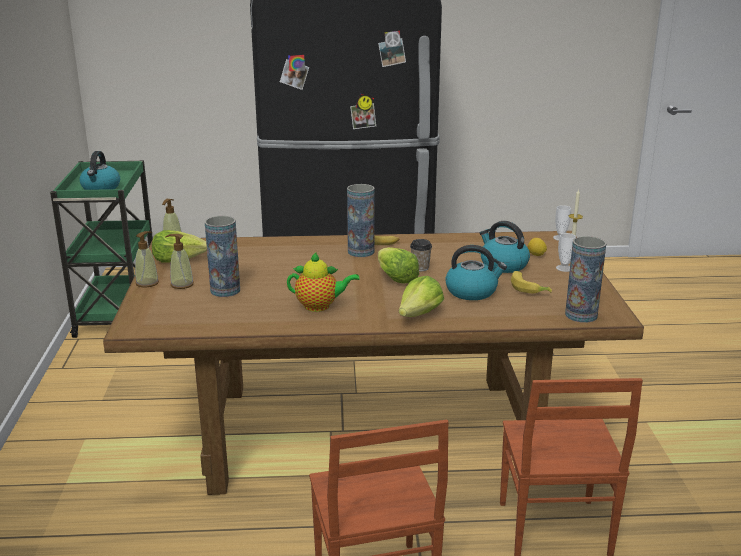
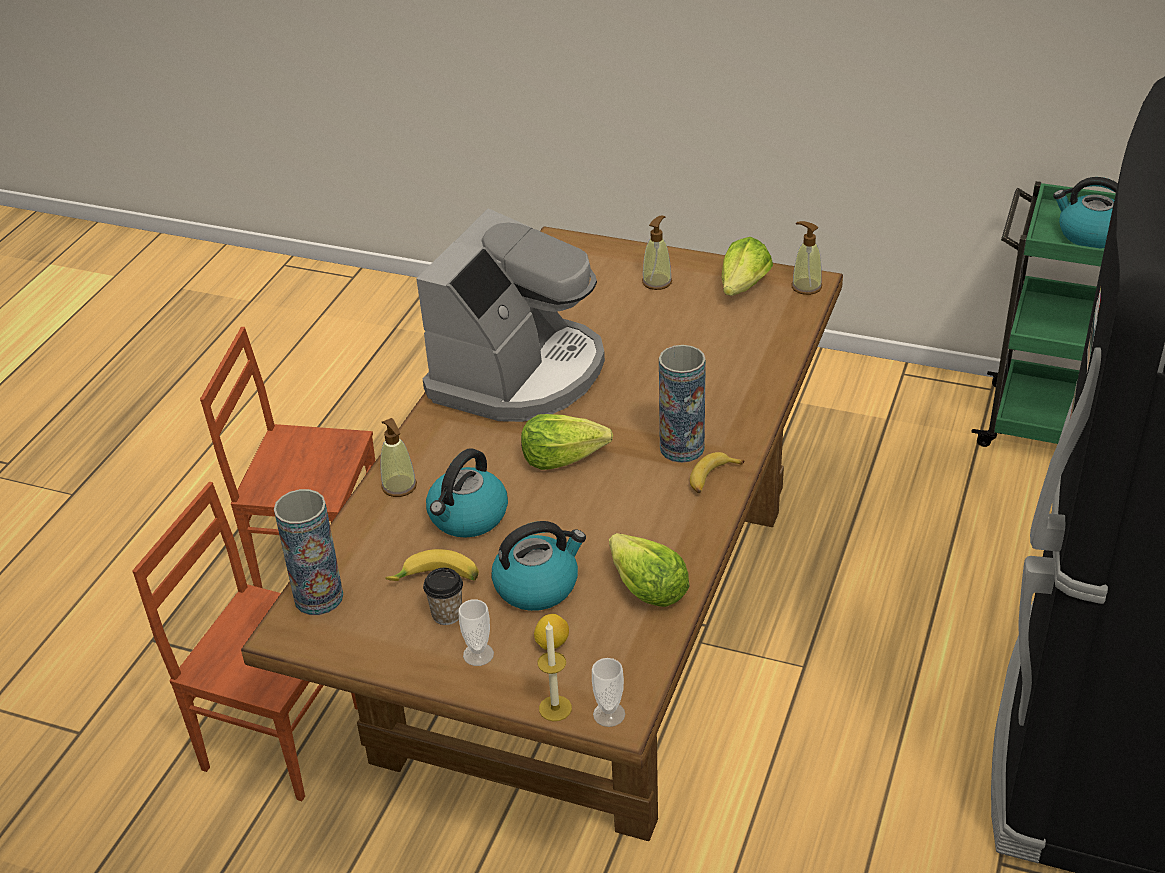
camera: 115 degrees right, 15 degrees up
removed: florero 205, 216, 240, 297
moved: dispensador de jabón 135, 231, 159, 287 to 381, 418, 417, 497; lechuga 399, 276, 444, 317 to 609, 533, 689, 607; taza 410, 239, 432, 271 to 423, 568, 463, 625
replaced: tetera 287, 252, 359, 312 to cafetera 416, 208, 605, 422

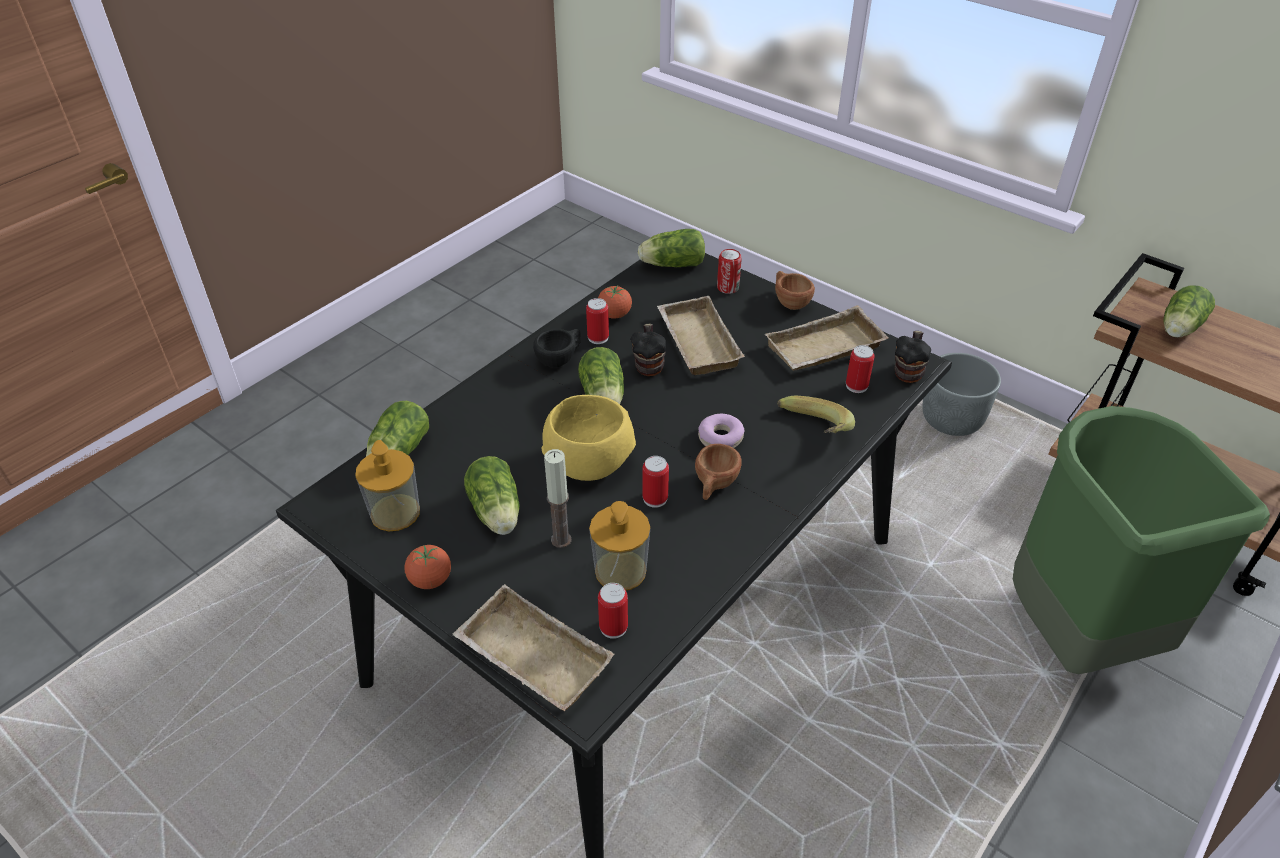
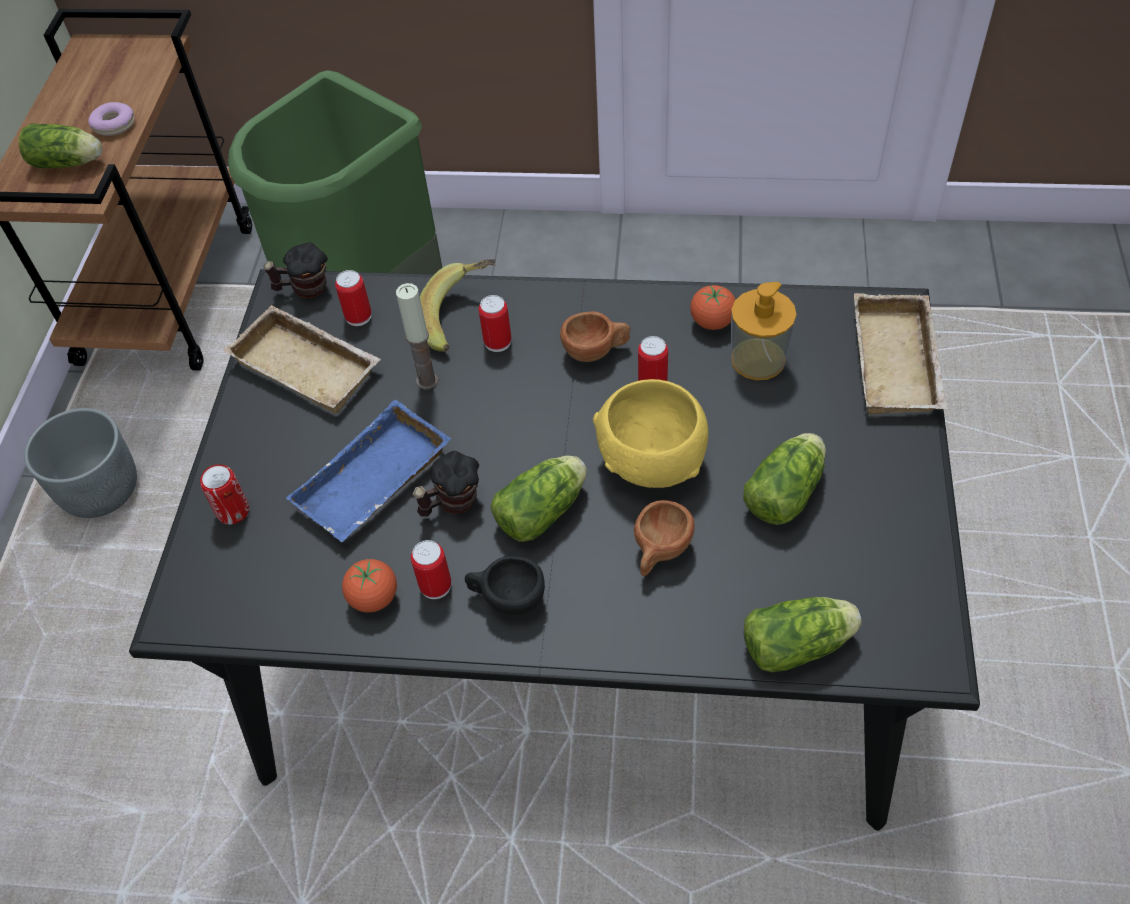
camera: 120 degrees left, 10 degrees up
removed: dispensador de jabón 355, 440, 420, 531; lechuga 638, 229, 705, 267
moved: tomate 404, 545, 451, 589 to 690, 285, 735, 330; vela 544, 449, 572, 548 to 396, 283, 438, 390; lata 598, 583, 628, 639 to 479, 295, 511, 352; rosquilla 698, 414, 745, 448 to 88, 102, 135, 136; taza [marrón] 775, 271, 815, 310 to 634, 500, 695, 576
recoloured: bandeja [beis] 657, 296, 745, 375 to bandeja [azul] 286, 400, 451, 542

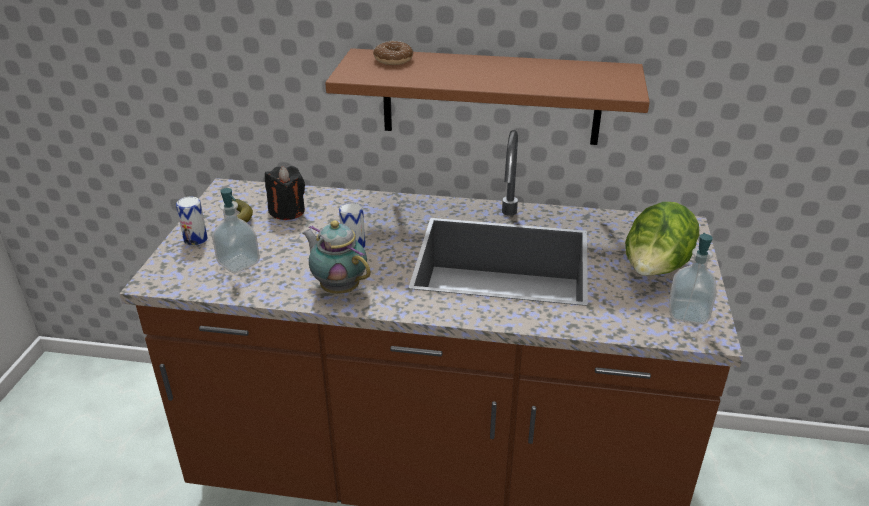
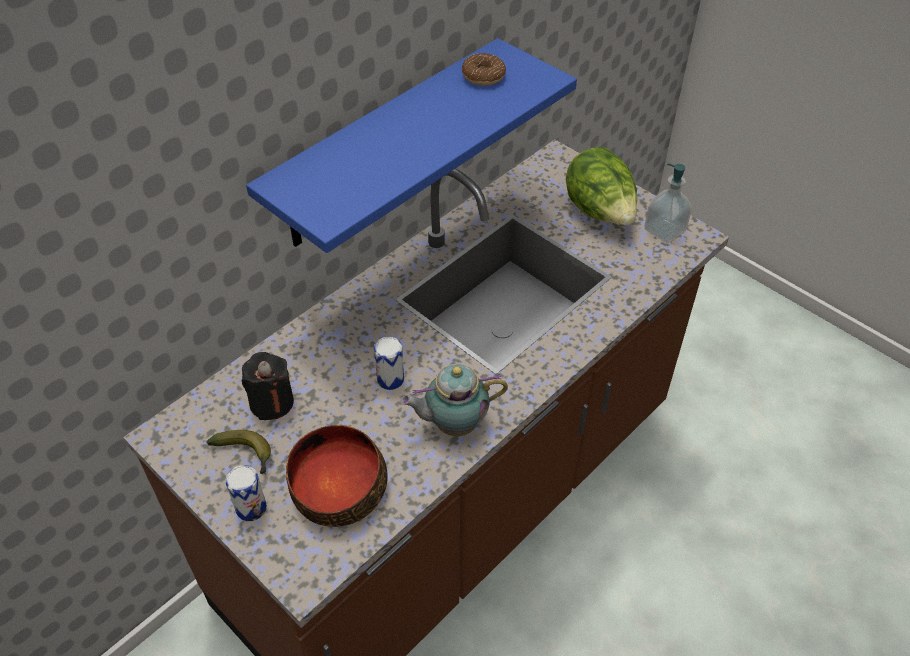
camera: 55 degrees left, 15 degrees up
moved: rosquilla 373, 41, 413, 65 to 462, 53, 506, 86
replaced: dispensador de jabón 212, 188, 260, 274 to cuenco 286, 425, 388, 527
recoloured: estante [marrón] 325, 48, 650, 145 to estante [azul] 246, 38, 577, 253

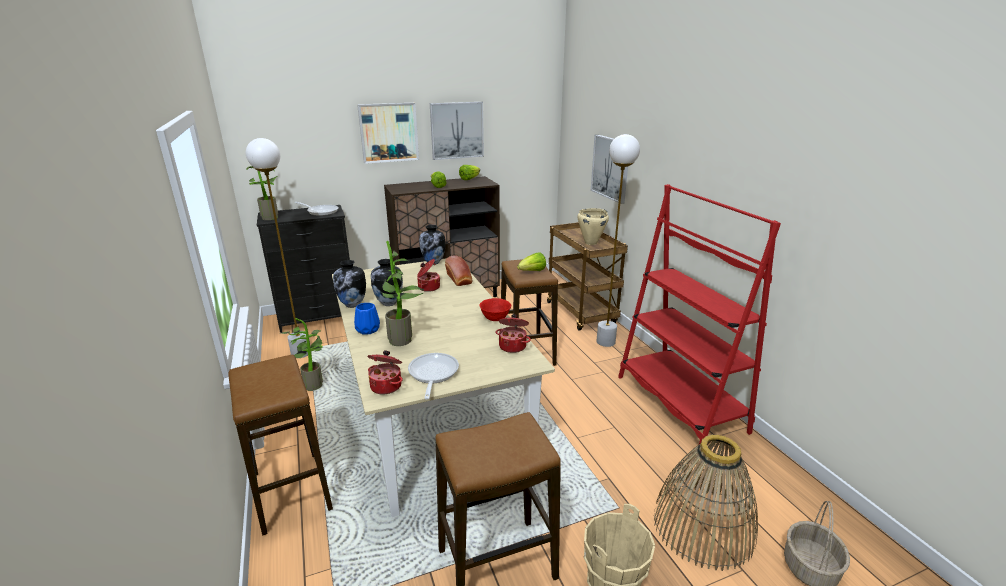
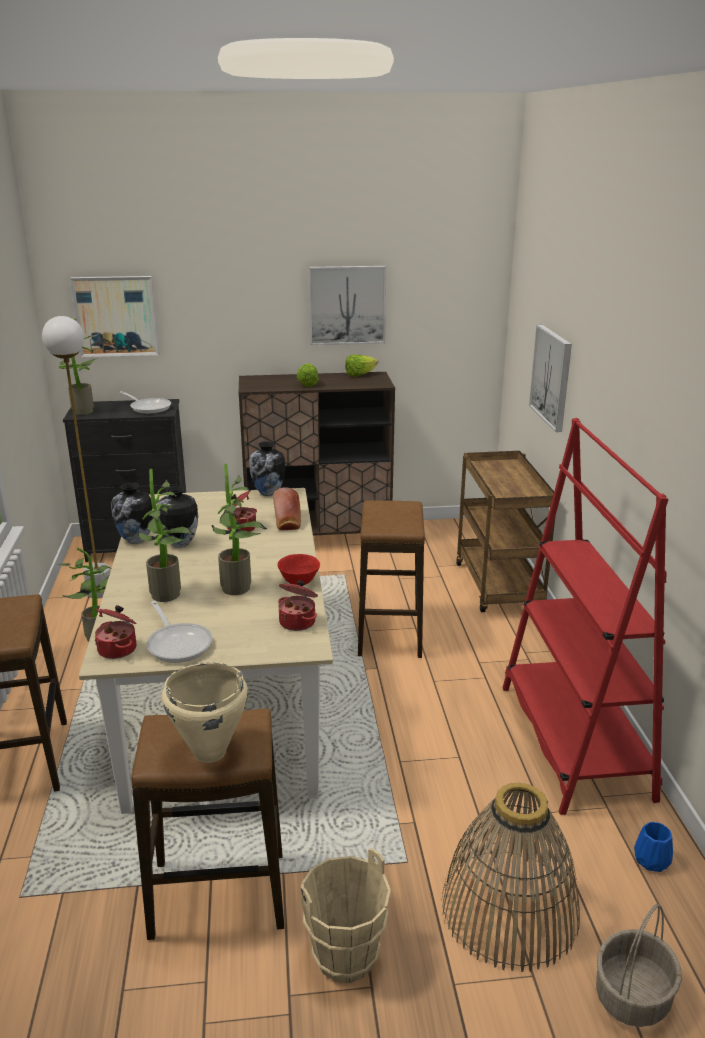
camera: 15 degrees right, 0 degrees up
removed: lechuga 517, 253, 546, 271; lámpara de pie [blanco] 597, 134, 640, 347
added: planta en maceta 212, 464, 267, 595
moved: florero [azul] 354, 303, 380, 335 to 634, 822, 673, 872; cuadro 357, 103, 419, 164 to 70, 276, 160, 357; olla [beis] 578, 208, 609, 245 to 162, 663, 248, 763
turned: sartén 408, 353, 459, 399 = 147, 601, 213, 663 135 degrees clockwise

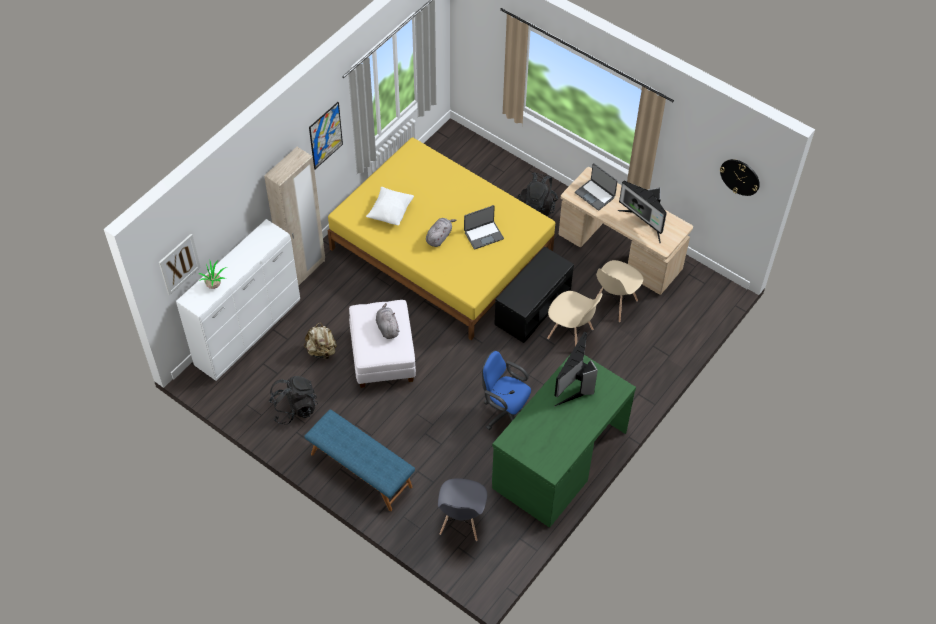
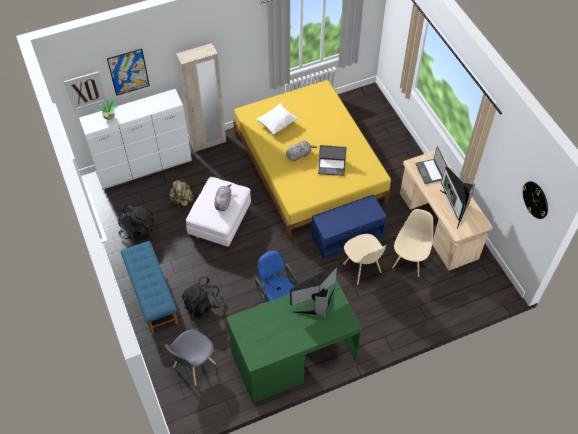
camera: 30 degrees right, 0 degrees up
moved: cuadro 309, 102, 343, 169 to 107, 49, 150, 96; mochila [negro] 518, 172, 558, 216 to 182, 276, 224, 318
recoloured: banco [negro] 494, 247, 574, 343 to banco [azul] 312, 195, 387, 259
turned: silla [beis] 595, 260, 643, 323 = 392, 209, 433, 277 135 degrees clockwise

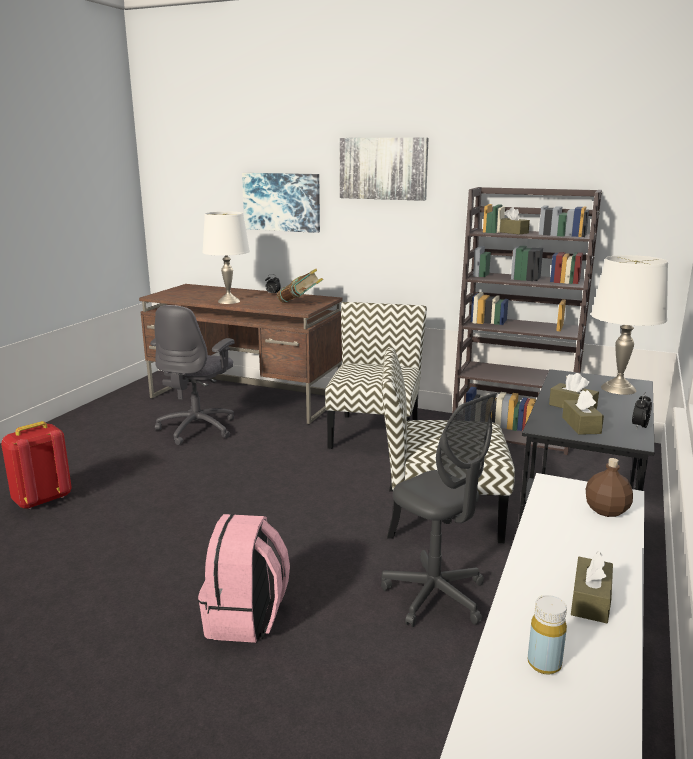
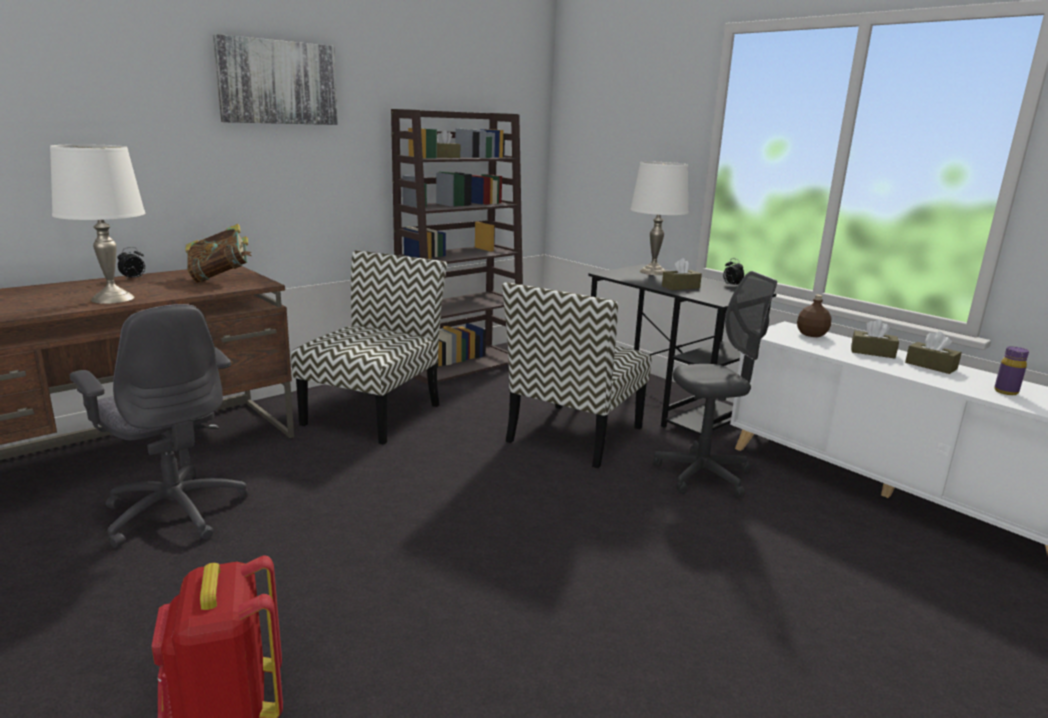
camera: 65 degrees left, 0 degrees up
removed: mochila [rosa] 198, 514, 290, 643; cuadro 242, 173, 320, 233
moved: caja de pañuelos [marrón] 562, 390, 604, 435 to 851, 319, 899, 358
recoloured: botella [amarillo] 528, 595, 567, 675 to botella [morado] 994, 346, 1029, 395
turned: silla 325, 302, 427, 449 = 291, 251, 447, 445 75 degrees clockwise

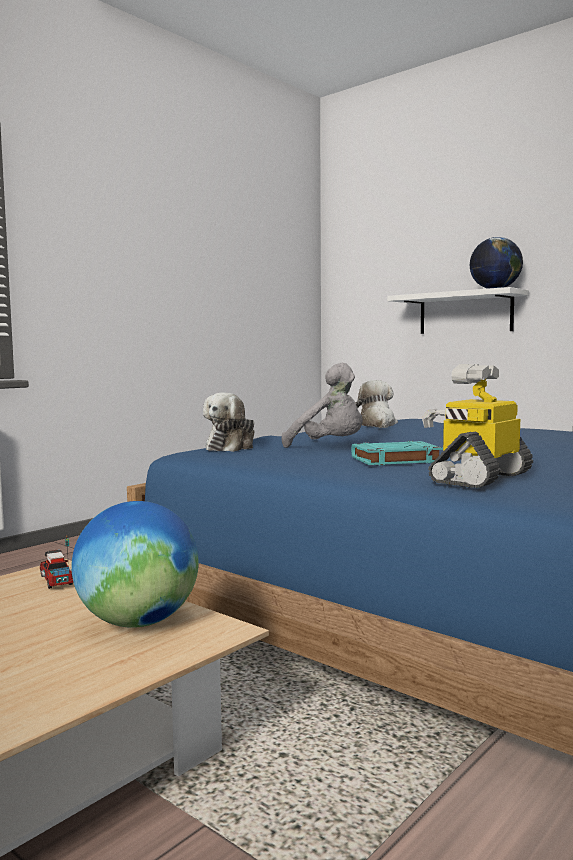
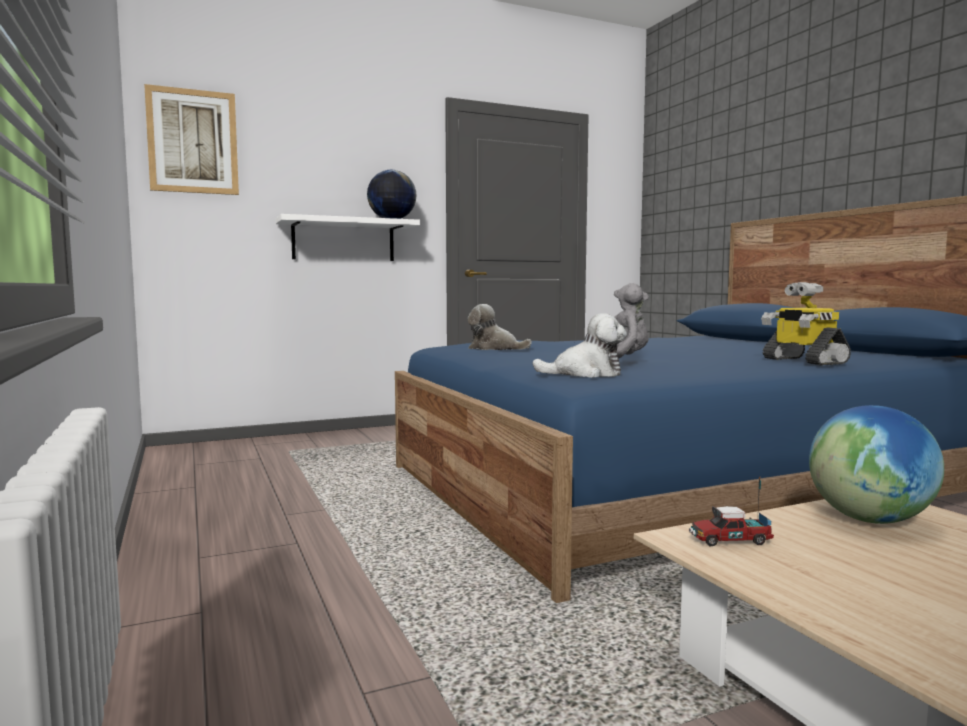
camera: 65 degrees left, 0 degrees up
removed: libro [turquesa] 351, 441, 443, 465
added: cuadro 144, 84, 239, 195
turned: peluche 203, 392, 254, 452 = 532, 313, 627, 378 45 degrees counterclockwise

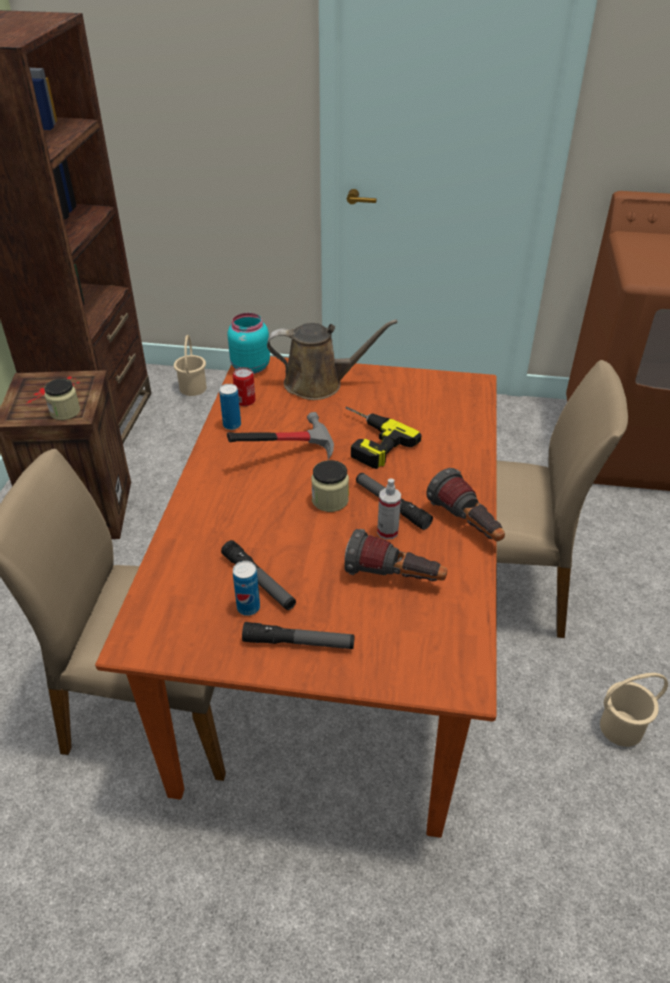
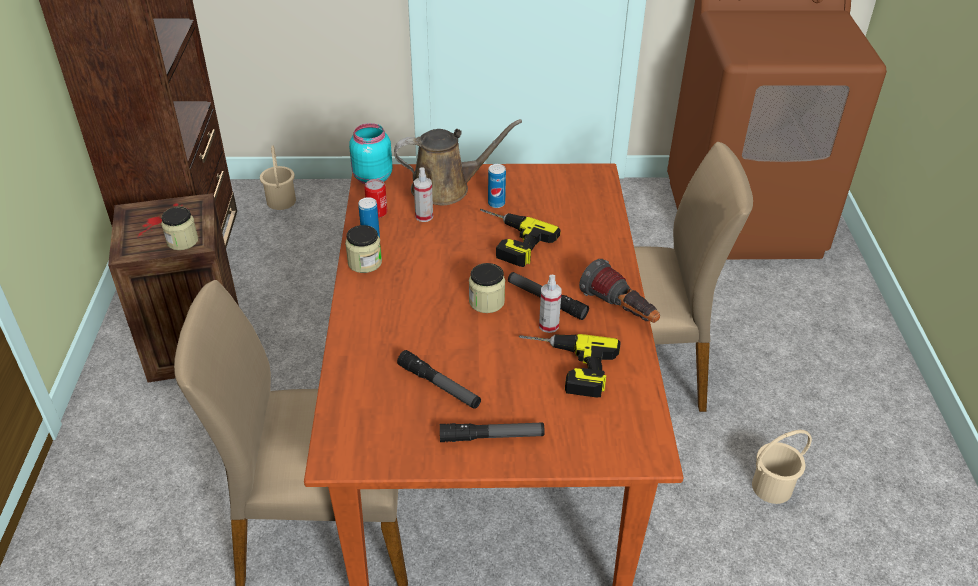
camera: 10 degrees left, 0 degrees up
removed: martillo 227, 412, 334, 460
added: tarro 345, 225, 382, 273; pulverizador 413, 167, 433, 222
moved: lata 233, 561, 260, 616 to 488, 164, 506, 208
replaced: linterna 344, 529, 447, 581 to taladro 519, 334, 621, 397

